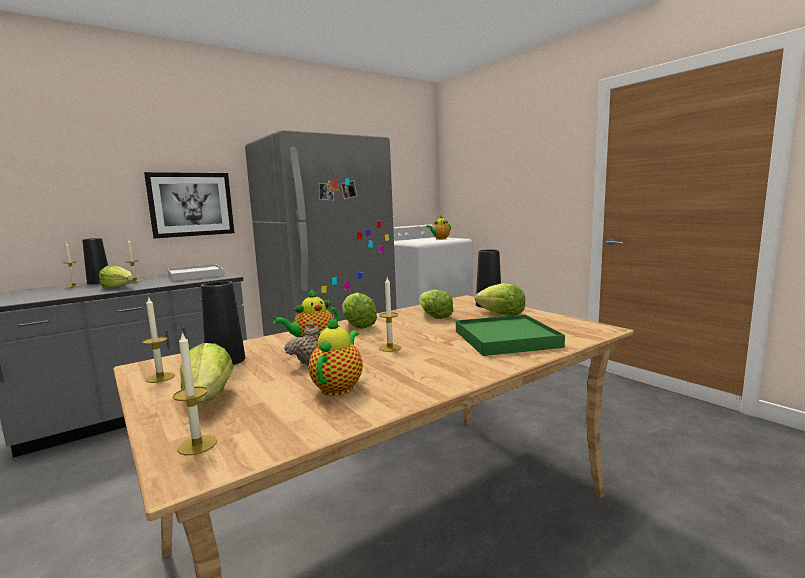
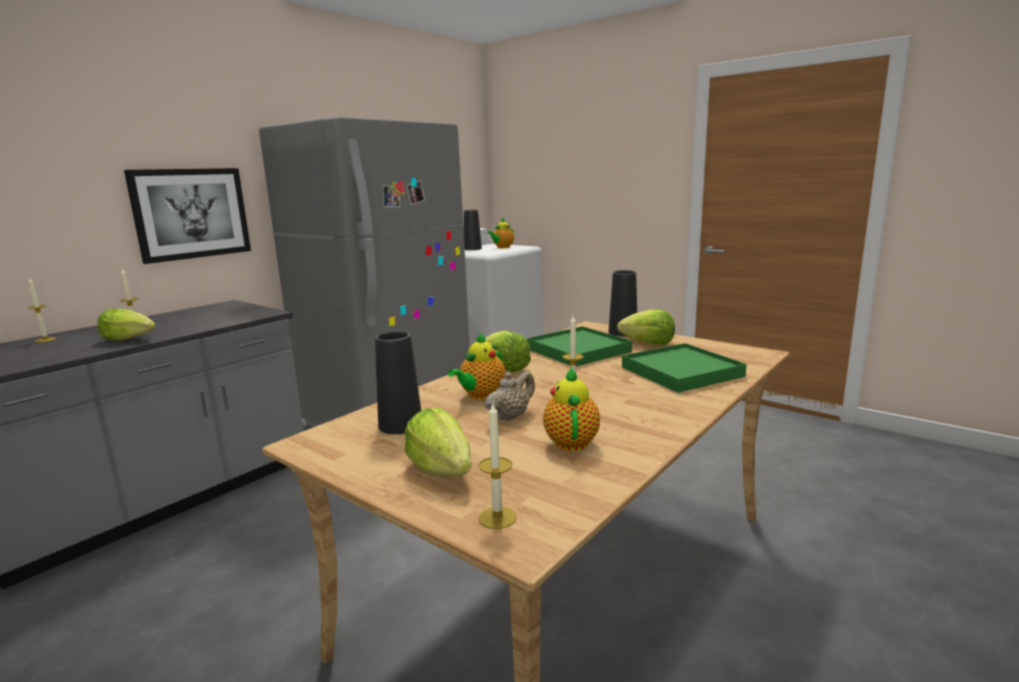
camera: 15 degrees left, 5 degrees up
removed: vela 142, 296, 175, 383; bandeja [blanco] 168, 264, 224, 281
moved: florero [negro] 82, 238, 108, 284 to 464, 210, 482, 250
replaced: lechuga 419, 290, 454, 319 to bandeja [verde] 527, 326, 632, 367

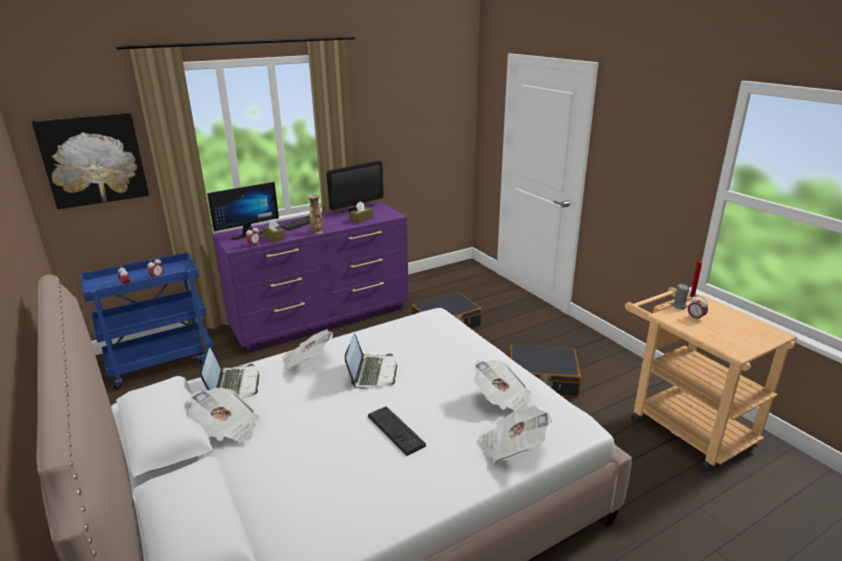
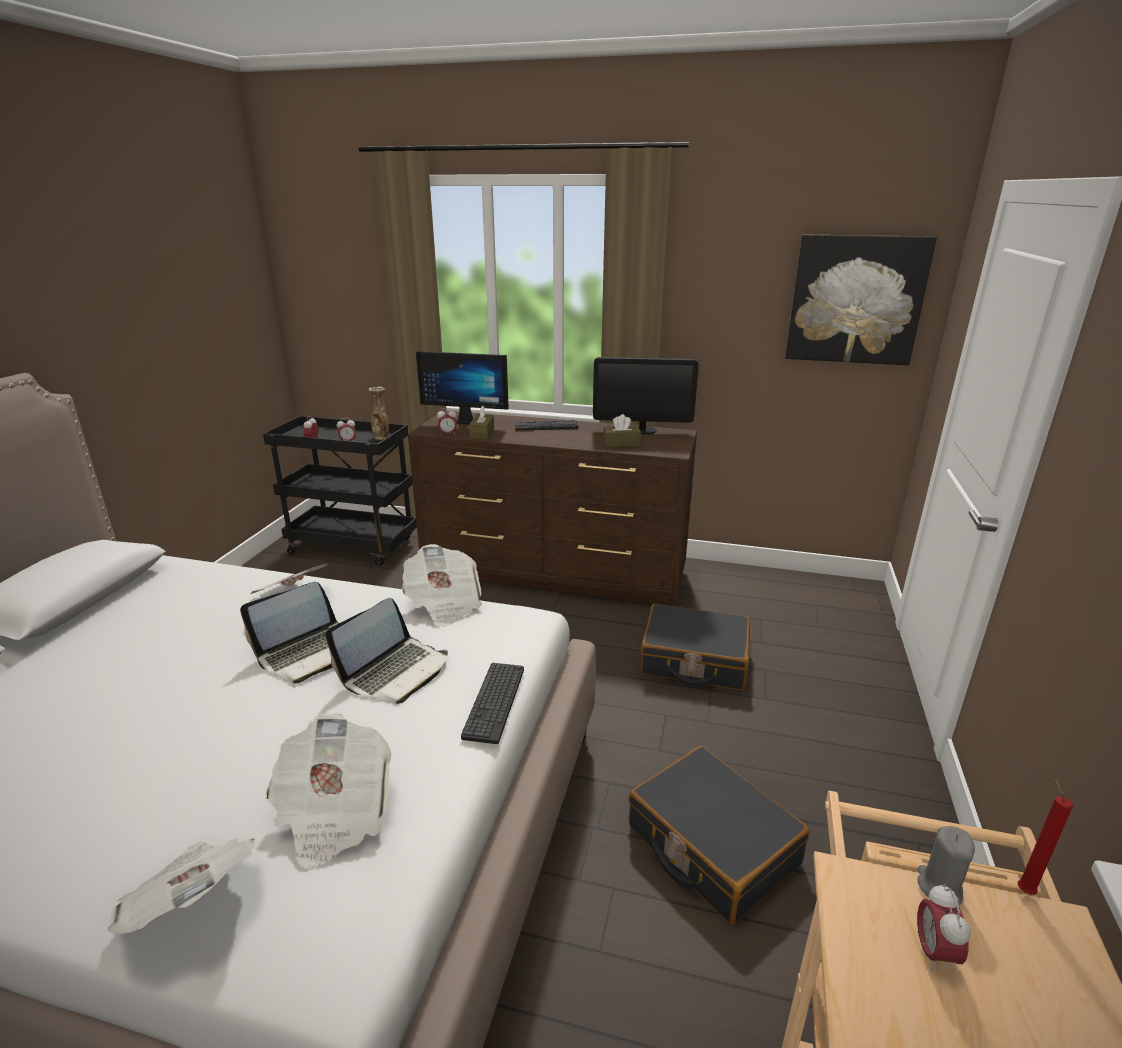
camera: 45 degrees right, 0 degrees up
moved: cuadro 32, 113, 149, 209 to 785, 235, 937, 365; periódico 188, 388, 259, 444 to 402, 544, 482, 627; portátil 200, 347, 259, 398 to 325, 598, 448, 704; florero 308, 194, 323, 234 to 369, 386, 389, 440; teclado 368, 406, 426, 456 to 461, 663, 524, 744
recoloured: carrito [azul] 80, 252, 214, 389 to carrito [negro] 263, 416, 417, 566; cómoda [morado] 212, 202, 409, 352 to cómoda [marrón] 408, 410, 697, 606

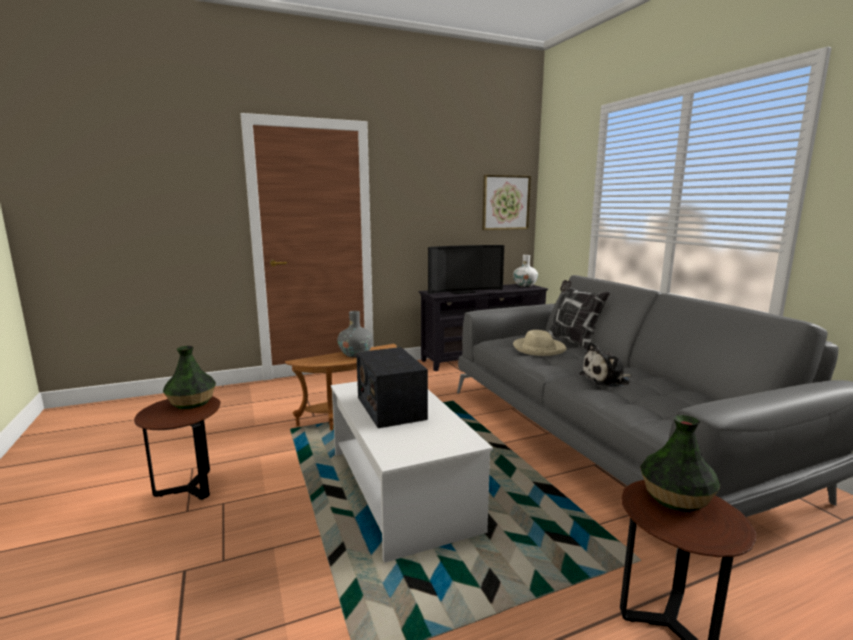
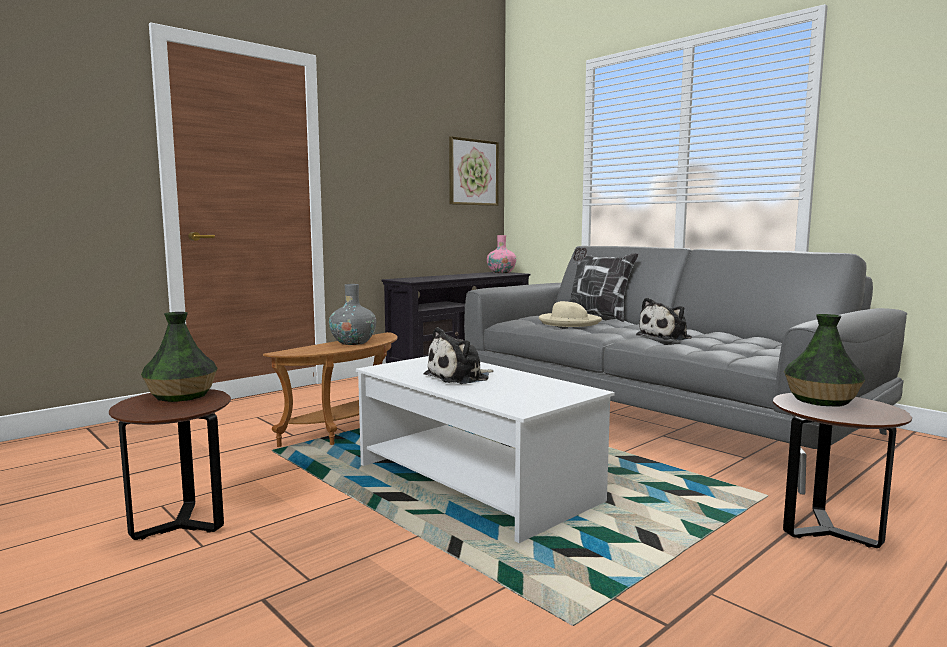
camera: 20 degrees left, 5 degrees down
removed: televisor 428, 245, 504, 294
replaced: radio 356, 347, 428, 428 to peluche 424, 327, 493, 384
recoloured: florero [blanco] 513, 255, 538, 287 to florero [rosa] 487, 235, 516, 273

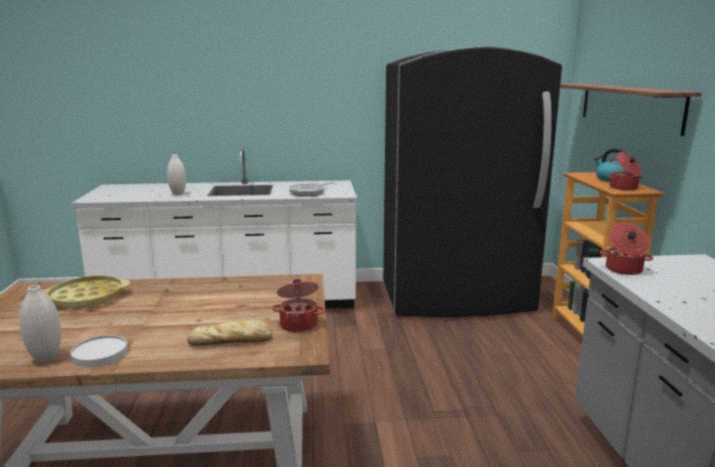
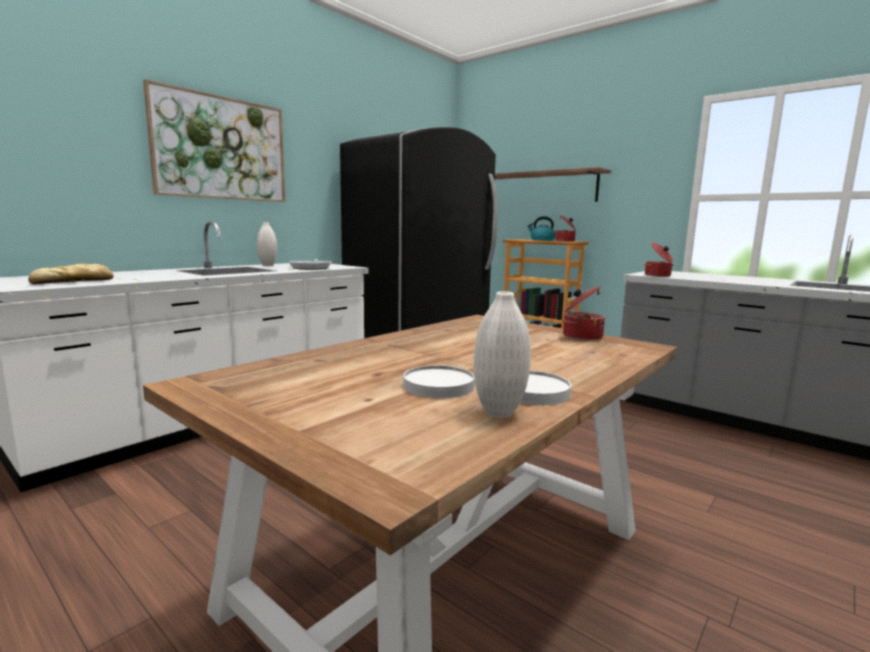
camera: 45 degrees left, 5 degrees down
removed: bandeja [amarillo] 42, 276, 130, 308
added: cuadro 143, 79, 285, 202; plato [blanco] 403, 365, 475, 398
moved: florero [blanco] 167, 154, 186, 195 to 257, 222, 277, 266; pan 187, 320, 272, 346 to 28, 264, 114, 284

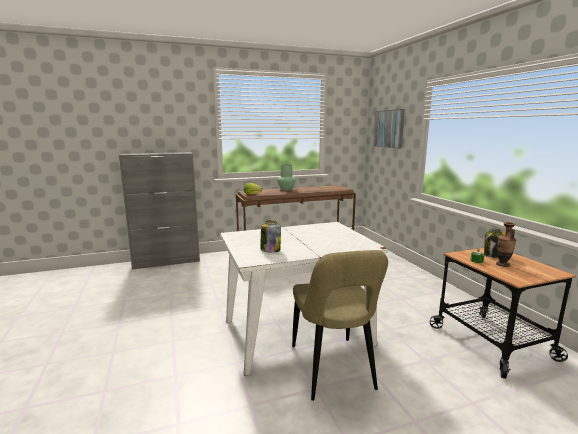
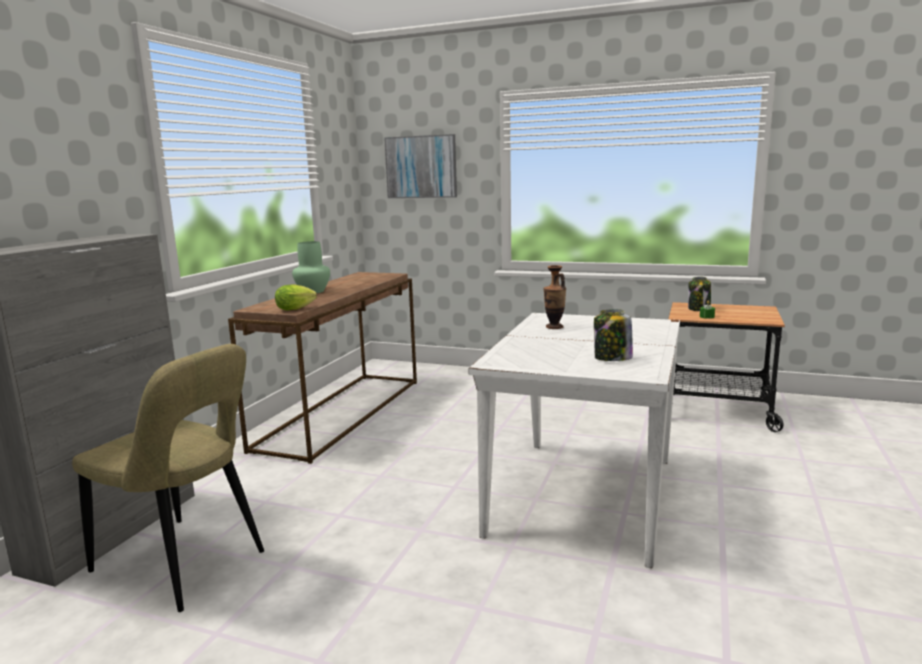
camera: 50 degrees left, 0 degrees up
moved: silla [beis] 292, 250, 388, 401 to 72, 344, 264, 612; florero 496, 222, 516, 267 to 543, 265, 566, 329

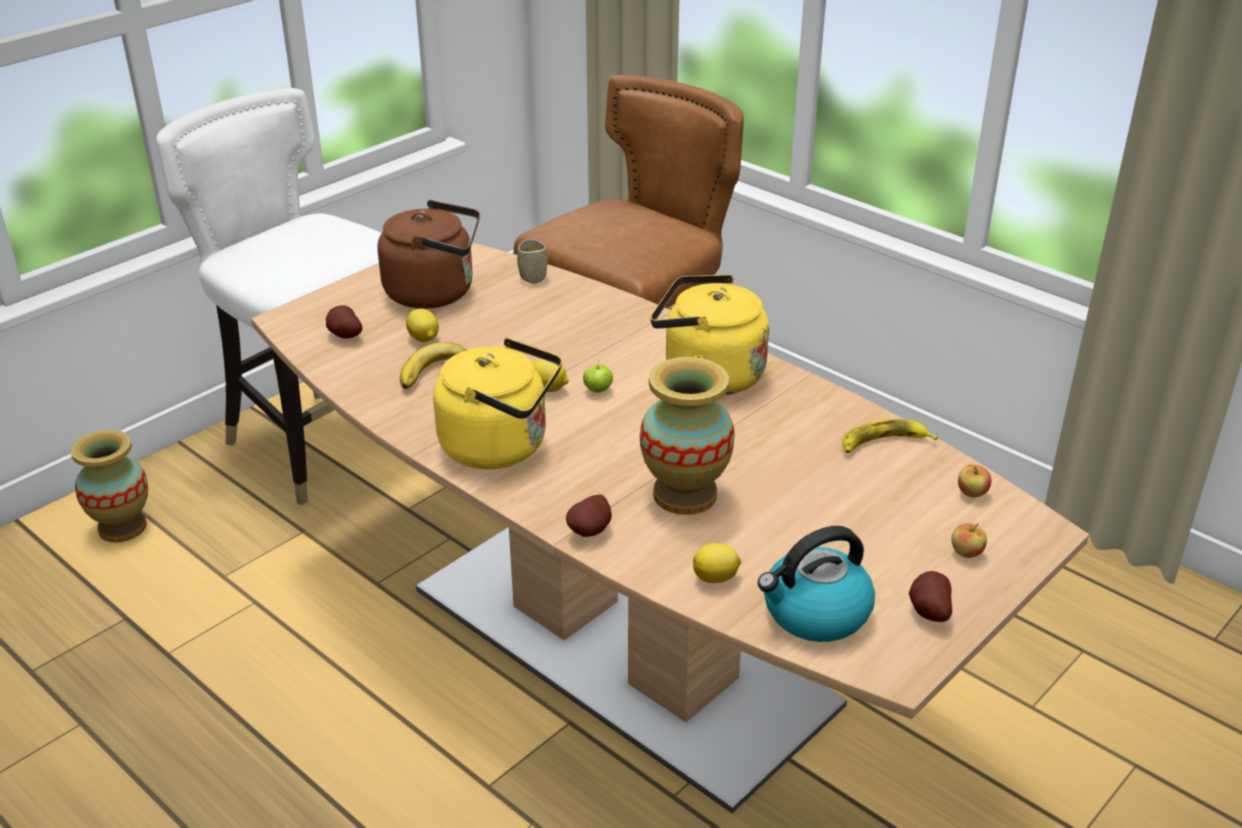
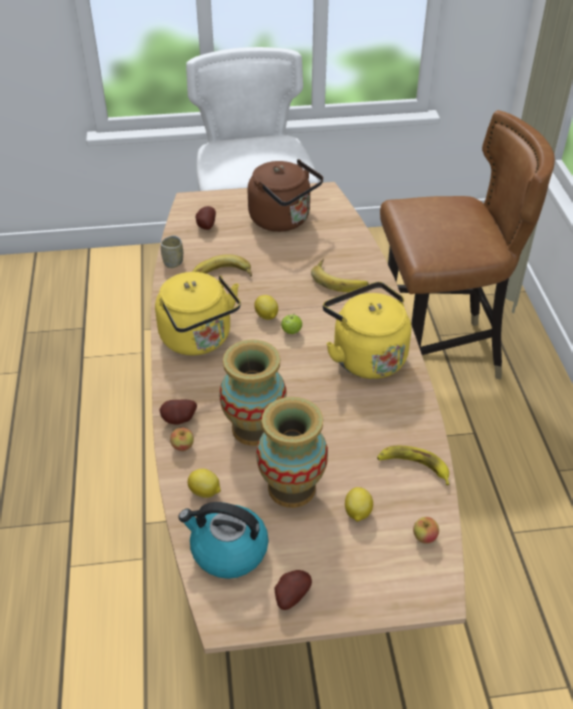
camera: 40 degrees right, 10 degrees up
added: plátano 311, 259, 369, 292
moved: florero 71, 430, 148, 543 to 256, 397, 328, 508; limón 406, 309, 439, 342 to 345, 487, 373, 522; taza 517, 239, 548, 283 to 161, 235, 183, 268; manzana 951, 523, 987, 558 to 170, 428, 194, 451

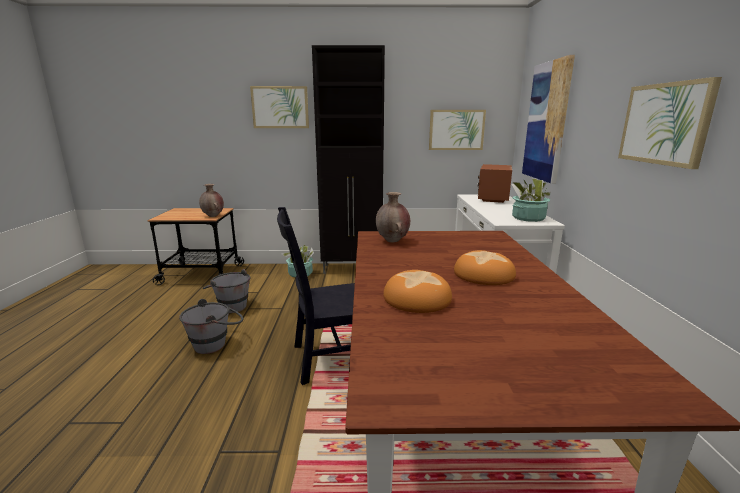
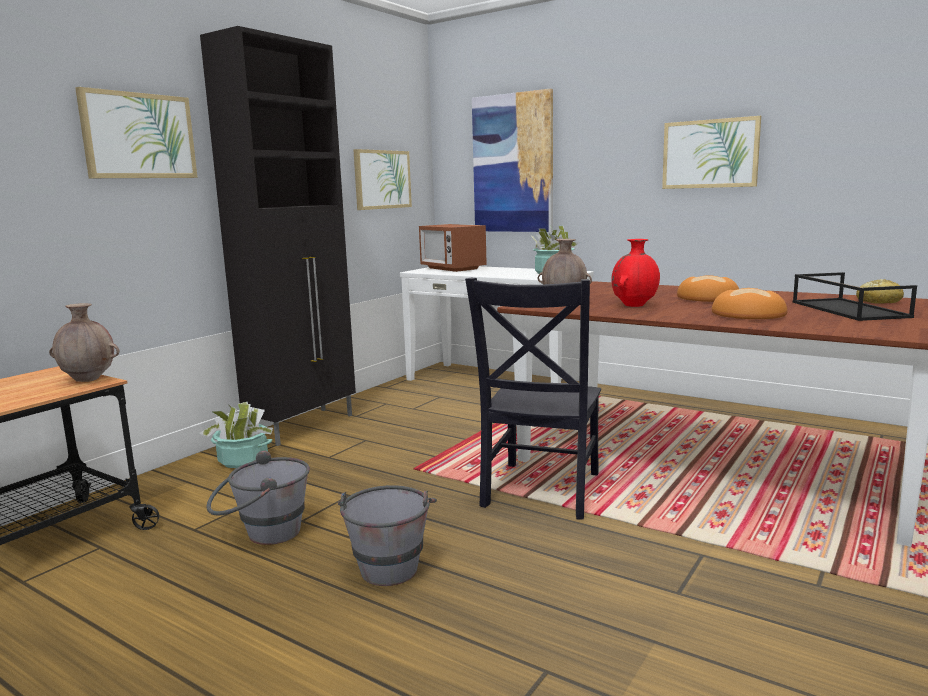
camera: 55 degrees left, 5 degrees down
added: florero [rojo] 611, 239, 660, 307; bandeja [negro] 793, 272, 917, 321; pan 856, 279, 904, 304

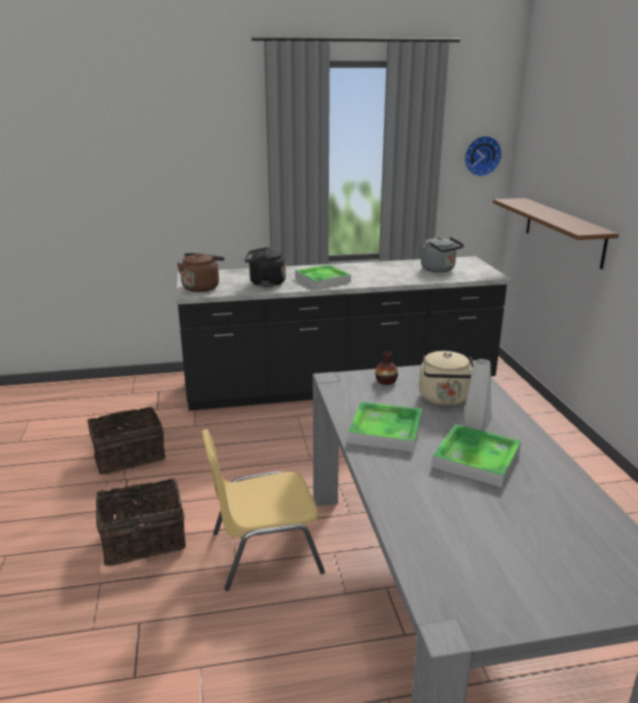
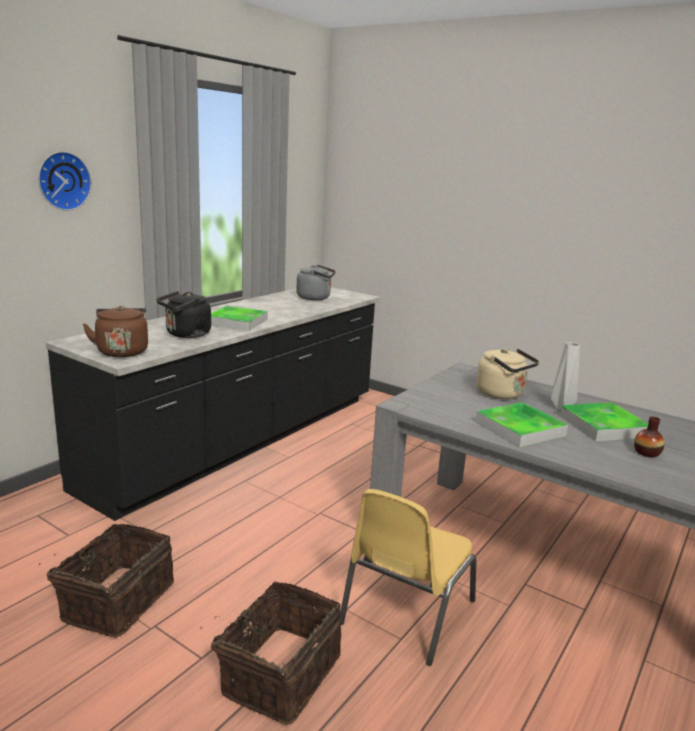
camera: 45 degrees left, 5 degrees down
removed: estante [marrón] 493, 198, 619, 269
moved: florero 375, 351, 398, 385 to 634, 417, 665, 457; reloj de pared 464, 136, 502, 177 to 38, 151, 92, 211

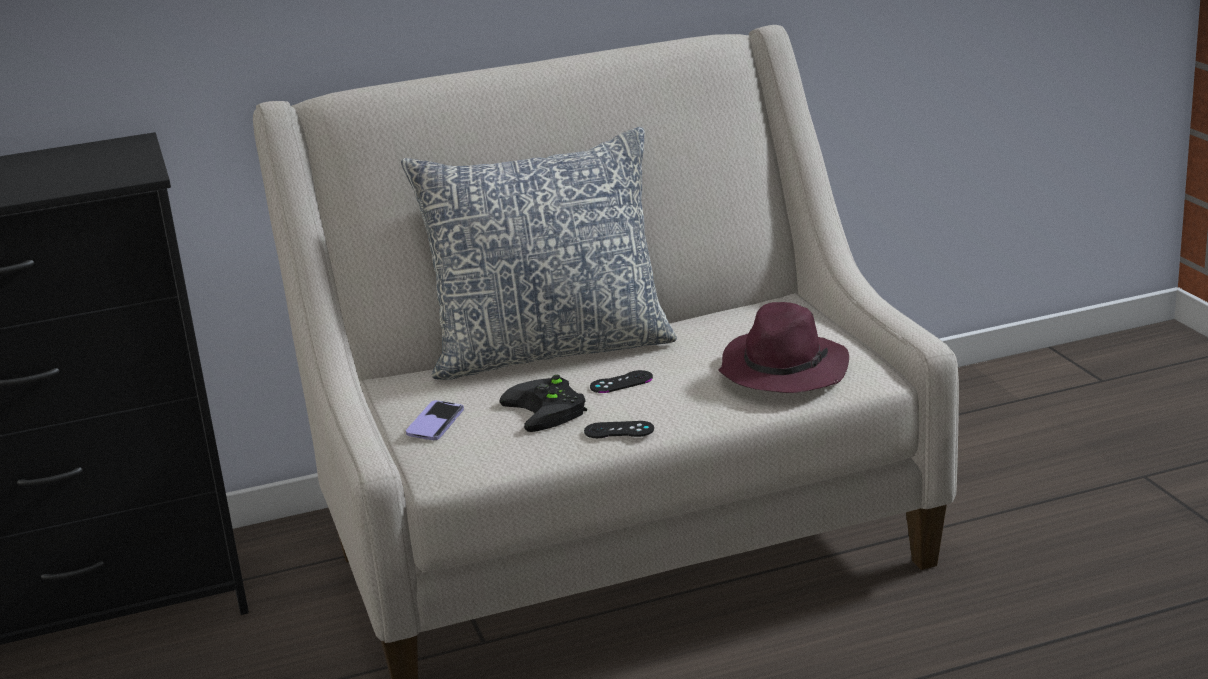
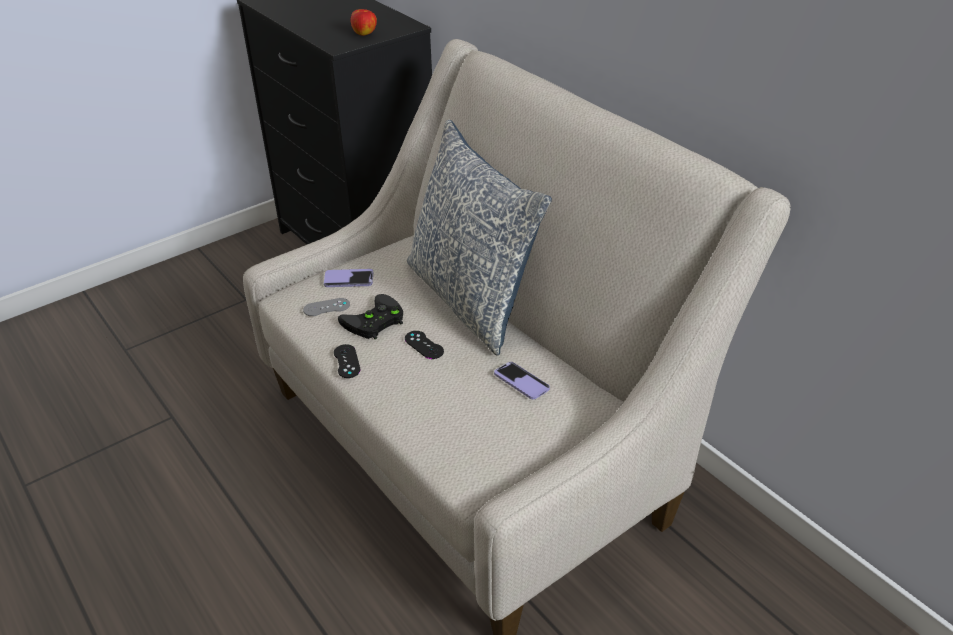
camera: 70 degrees right, 15 degrees up
removed: sombrero [morado] 718, 302, 849, 393
added: mando de consola [gris] 303, 298, 350, 316; manzana 350, 9, 377, 36; móvil 494, 362, 550, 399

